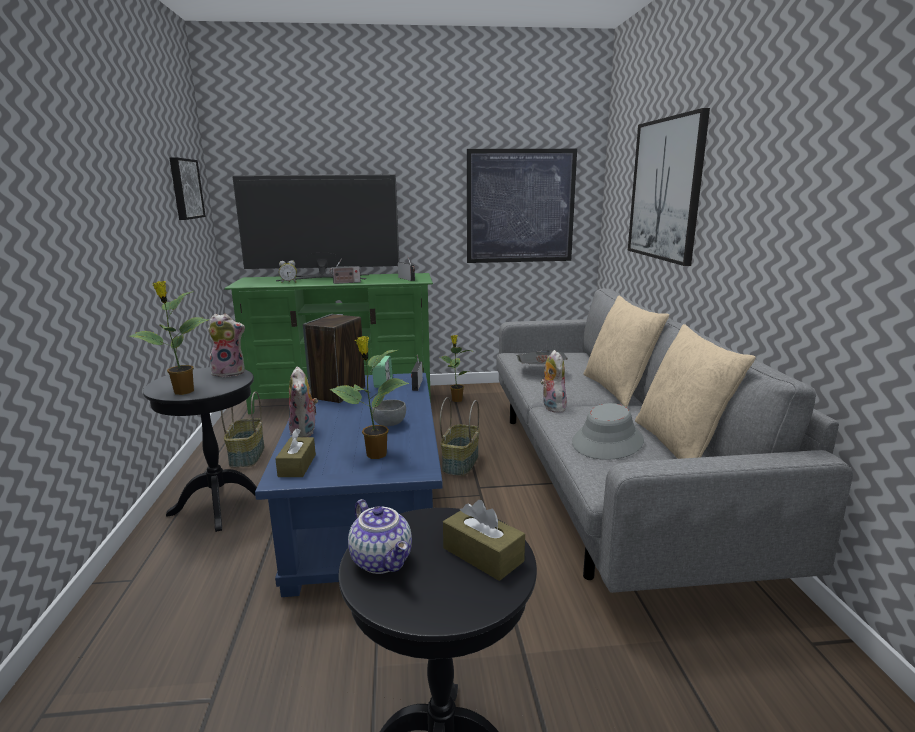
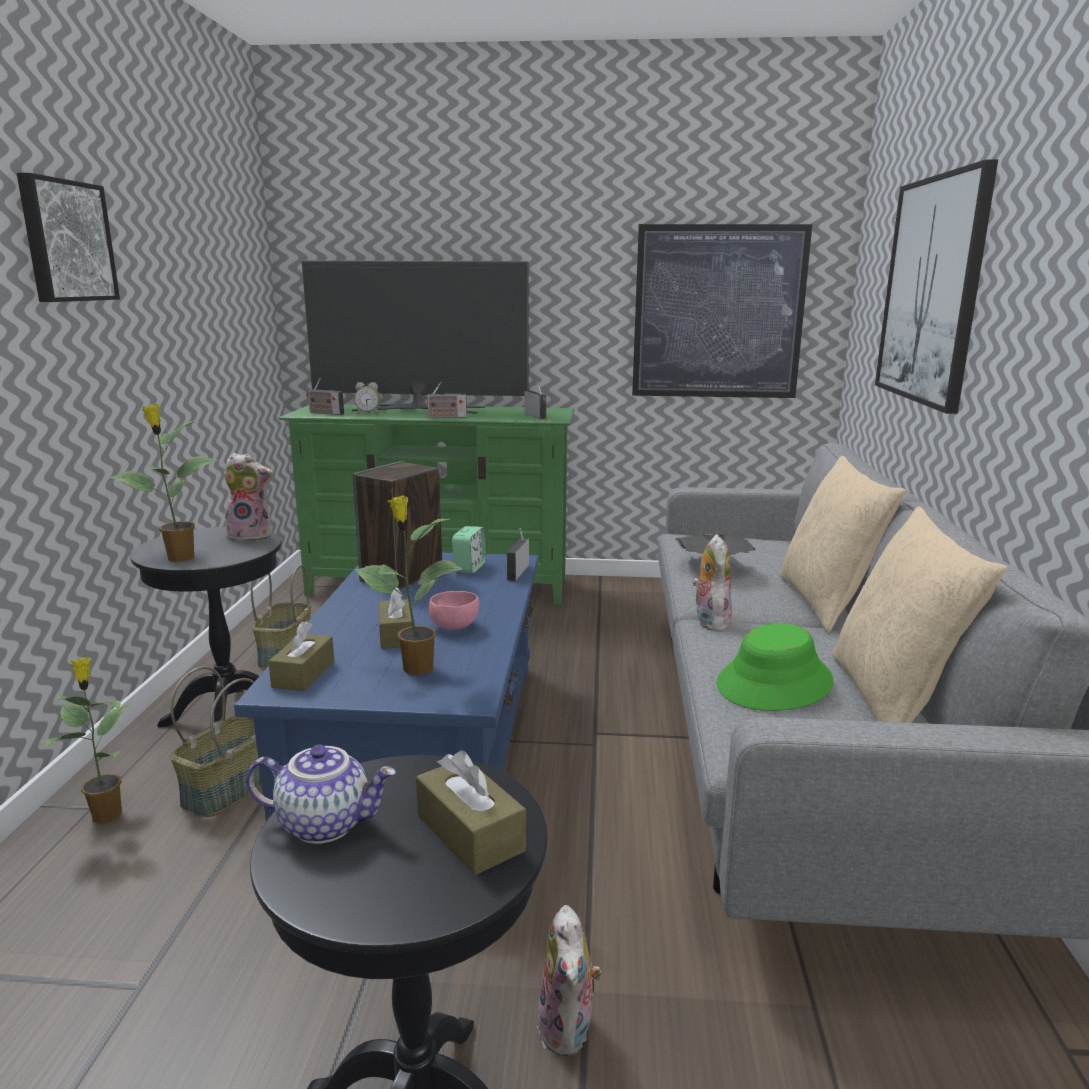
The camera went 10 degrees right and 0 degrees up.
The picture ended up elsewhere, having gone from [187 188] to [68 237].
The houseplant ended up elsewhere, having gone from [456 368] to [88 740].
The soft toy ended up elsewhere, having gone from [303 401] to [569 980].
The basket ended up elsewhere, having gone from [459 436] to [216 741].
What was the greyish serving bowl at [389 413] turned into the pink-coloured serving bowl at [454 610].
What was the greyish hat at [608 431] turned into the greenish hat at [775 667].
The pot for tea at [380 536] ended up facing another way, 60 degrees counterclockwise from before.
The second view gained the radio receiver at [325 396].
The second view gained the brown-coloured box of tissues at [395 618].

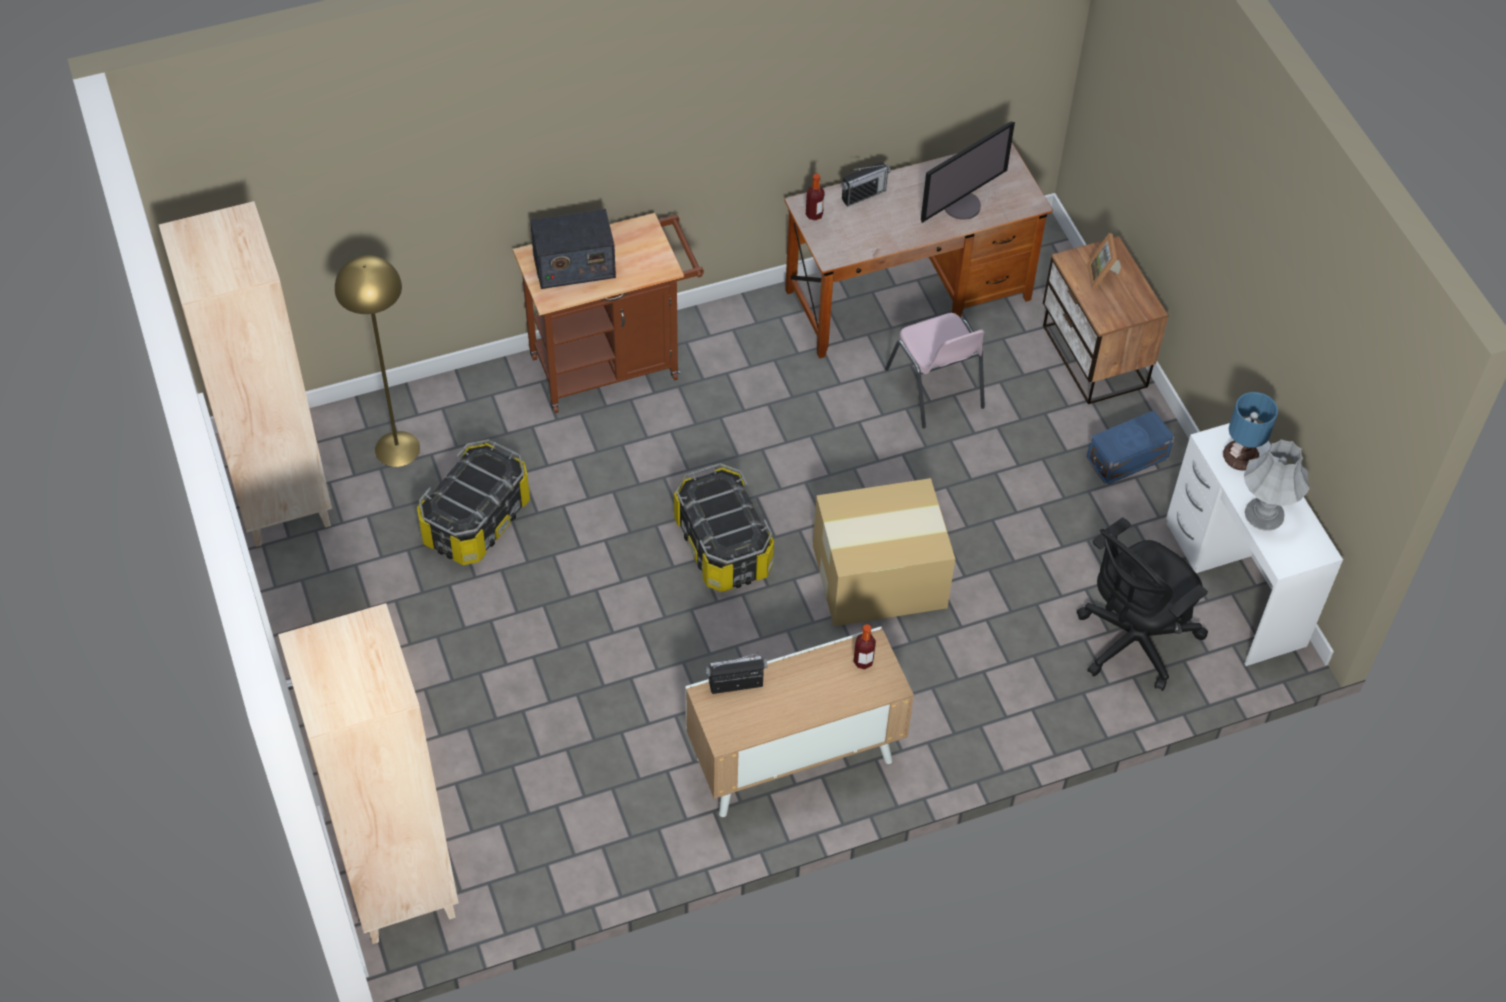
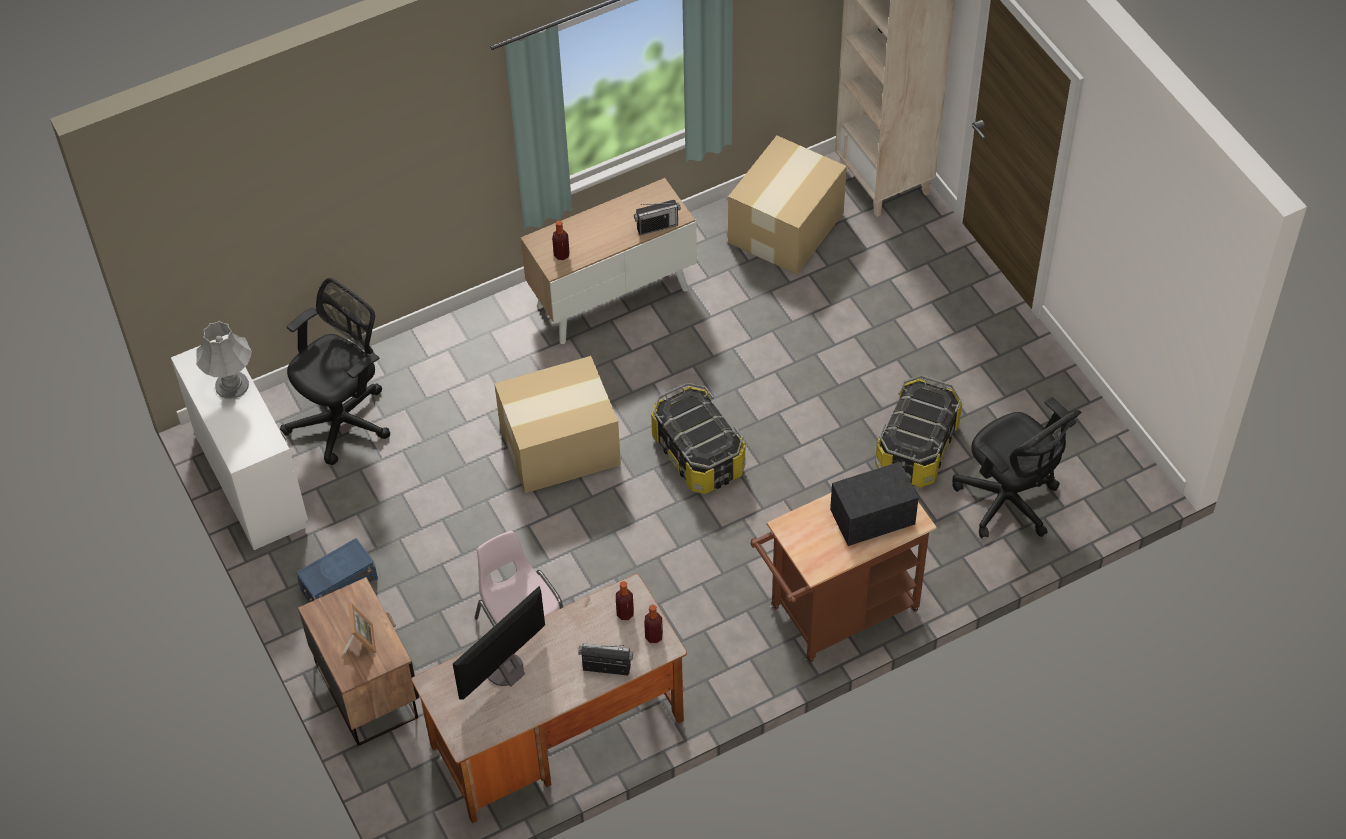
The camera went 175 degrees right and 0 degrees up.
The radio receiver at [866 184] ended up facing another way, 45 degrees clockwise from before.
The second view lost the beige-coloured bookcase at [245 374].
Where the yellow-coloured standing lamp stood at [377 361], the black computer chair came to stand at [1017 467].
The second view lost the lamp for a table at [1250 431].
The second view gained the cardboard box at [787 205].
The second view gained the drink bottle at [625 600].

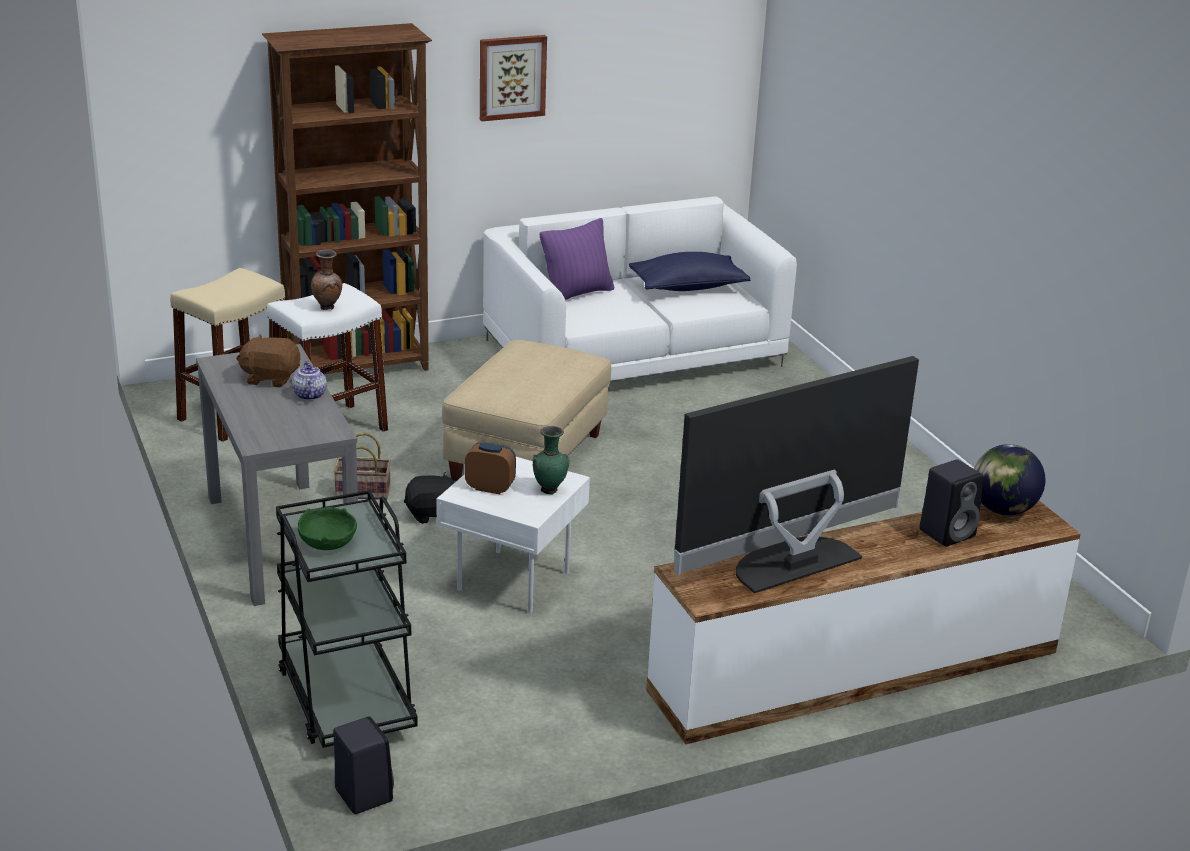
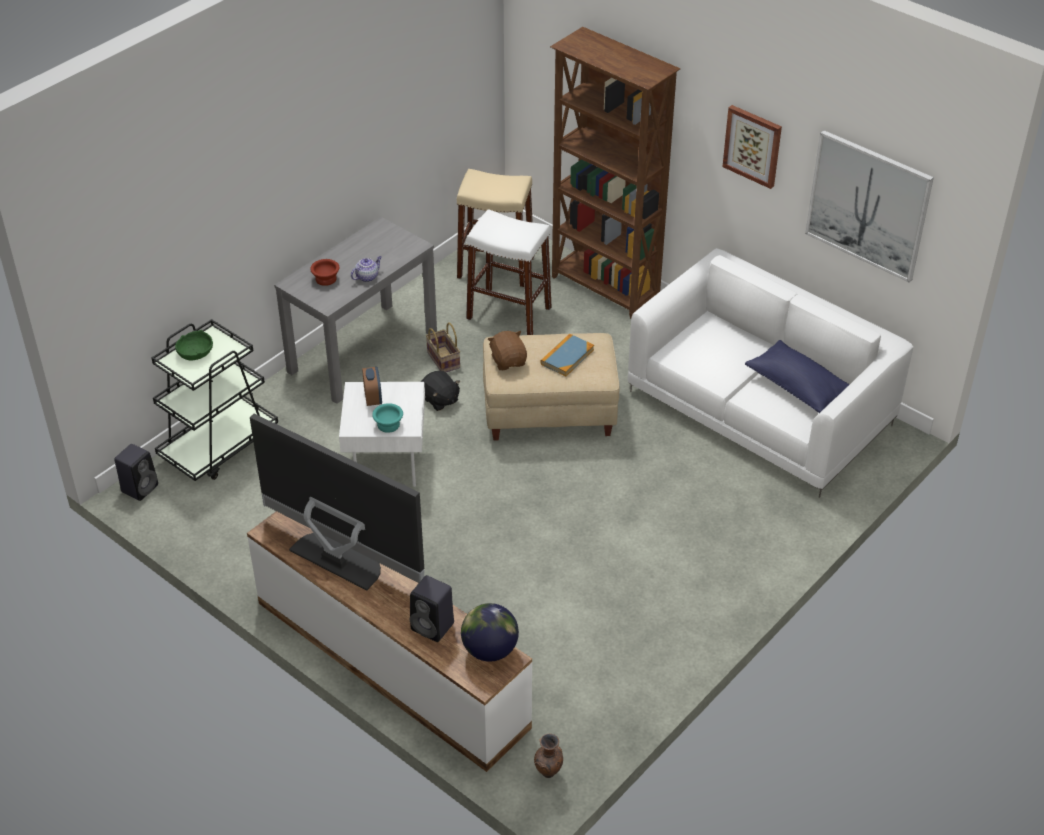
The camera went 65 degrees right and 15 degrees up.
The second view lost the purple-coloured throw pillow at [577 259].
The brown-coloured vase ended up elsewhere, having gone from [326 279] to [548 756].
The brown-coloured soft toy ended up elsewhere, having gone from [268 361] to [507 350].
Where the greenish vase stood at [551 460], the blue-green serving bowl came to stand at [387 418].
The second view gained the picture at [869 206].
The second view gained the brown-coloured serving bowl at [324 272].
The second view gained the volume at [567 355].

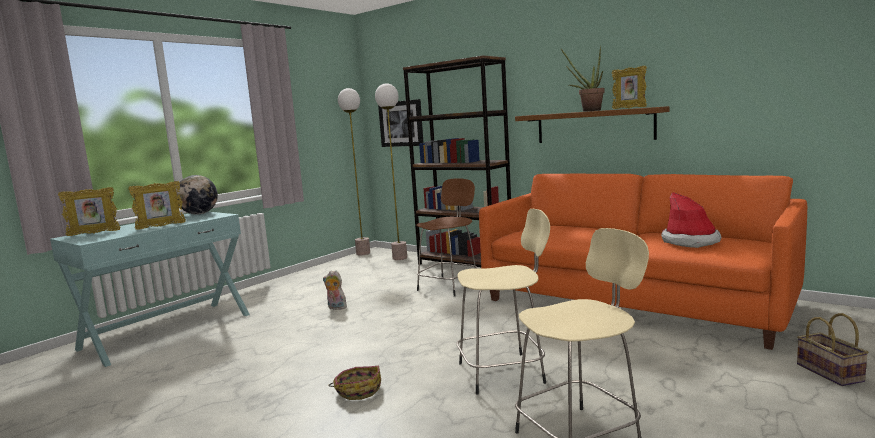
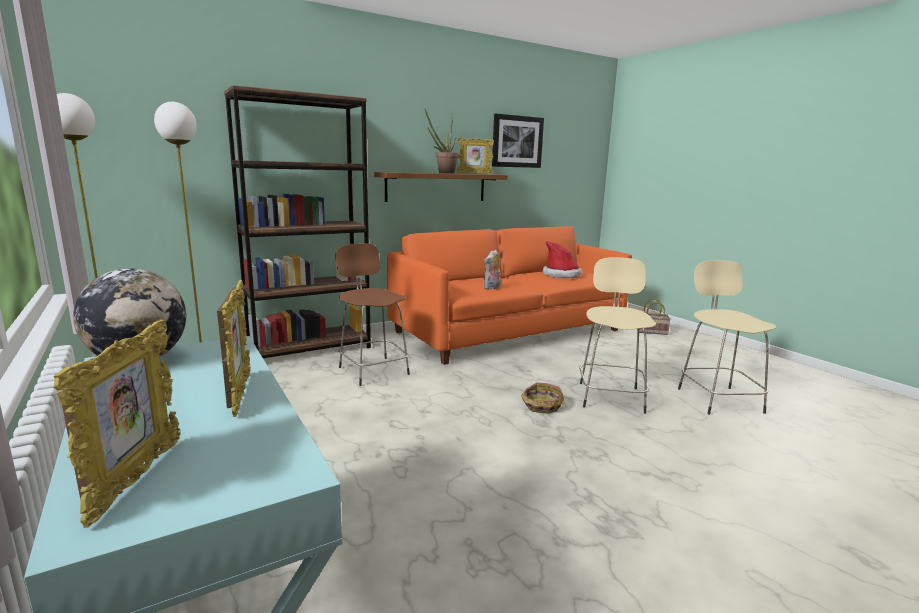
The camera went 70 degrees left and 5 degrees up.
The picture ended up elsewhere, having gone from [401 123] to [518 141].
The soft toy ended up elsewhere, having gone from [335 290] to [492 270].
The basket ended up elsewhere, having gone from [354 383] to [542 398].

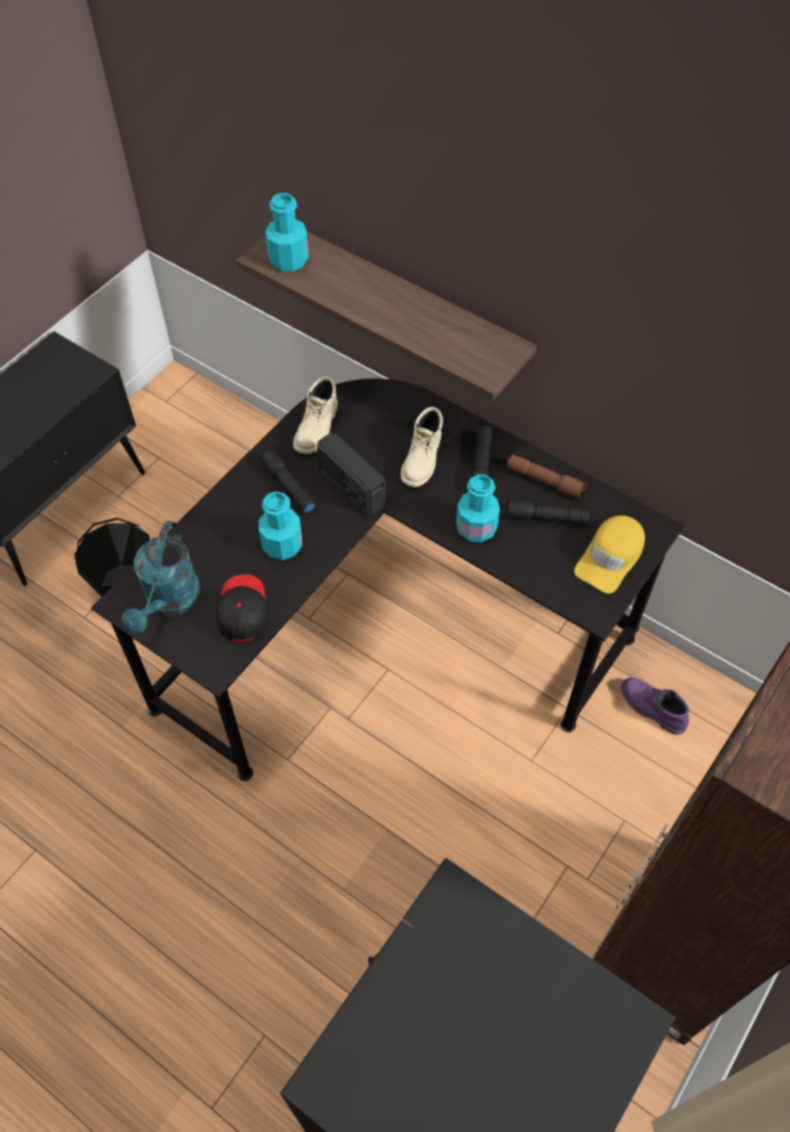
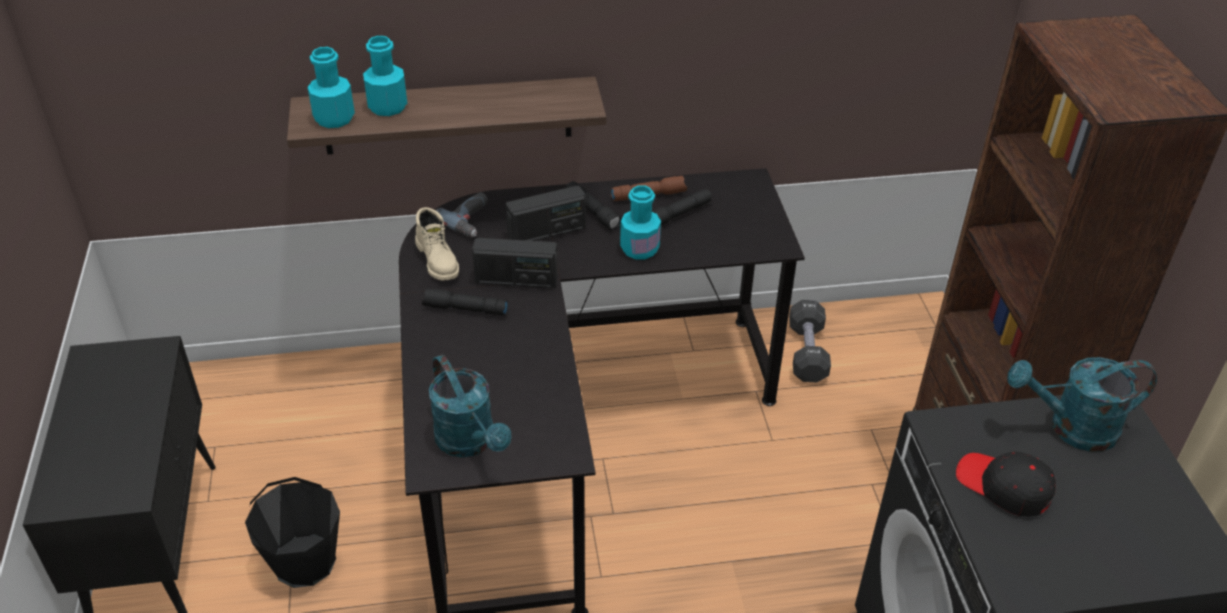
The camera went 45 degrees left and 15 degrees down.
Where the beige-coloured tall boot stood at [422 447], the radio receiver came to stand at [546 213].
The blue-green drink bottle ended up elsewhere, having gone from [280 525] to [385 76].
The second view lost the yellow-coloured peaked cap at [609 554].
The black peaked cap ended up elsewhere, having gone from [242 608] to [1006 484].
Where the purple-coloured tall boot stood at [655 706], the black hand weight came to stand at [810 341].
The second view gained the drill at [462 215].
The second view gained the blue-green sprinkling can at [1082 404].

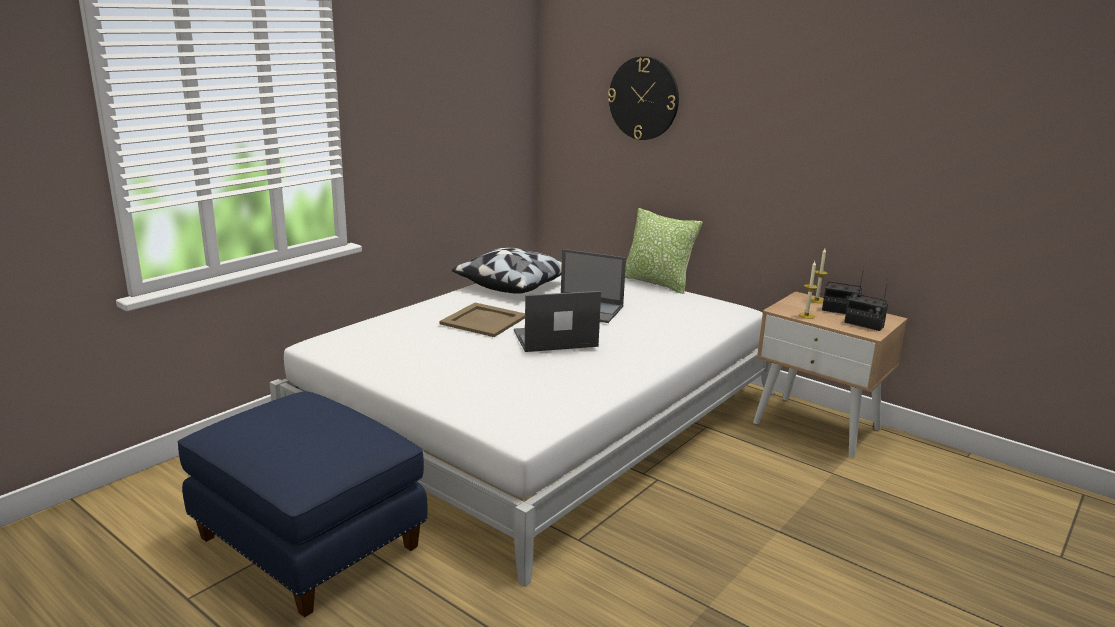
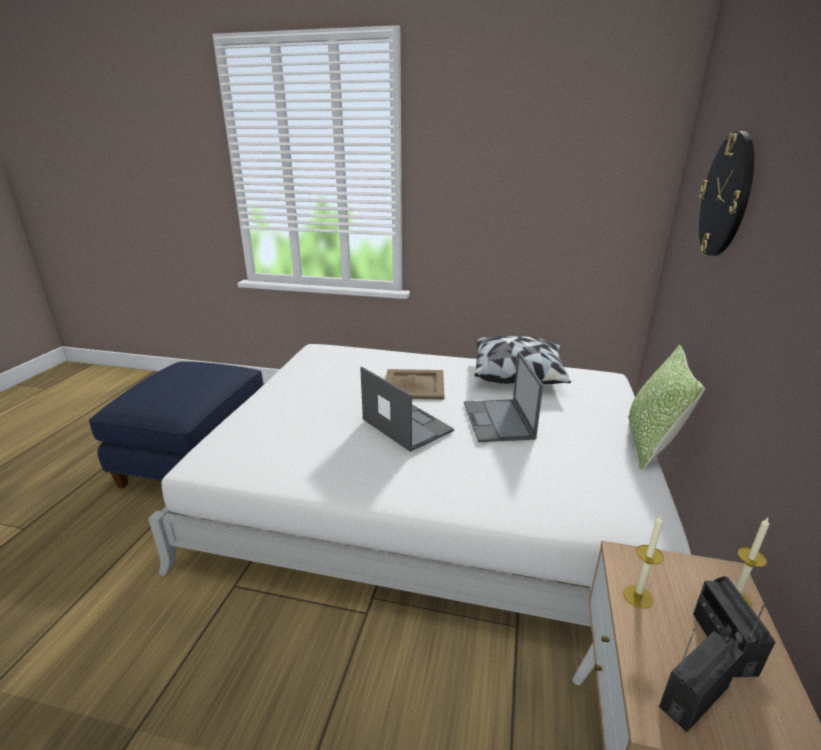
The camera went 65 degrees right and 5 degrees up.
The radio receiver at [866 305] ended up facing another way, 45 degrees clockwise from before.

